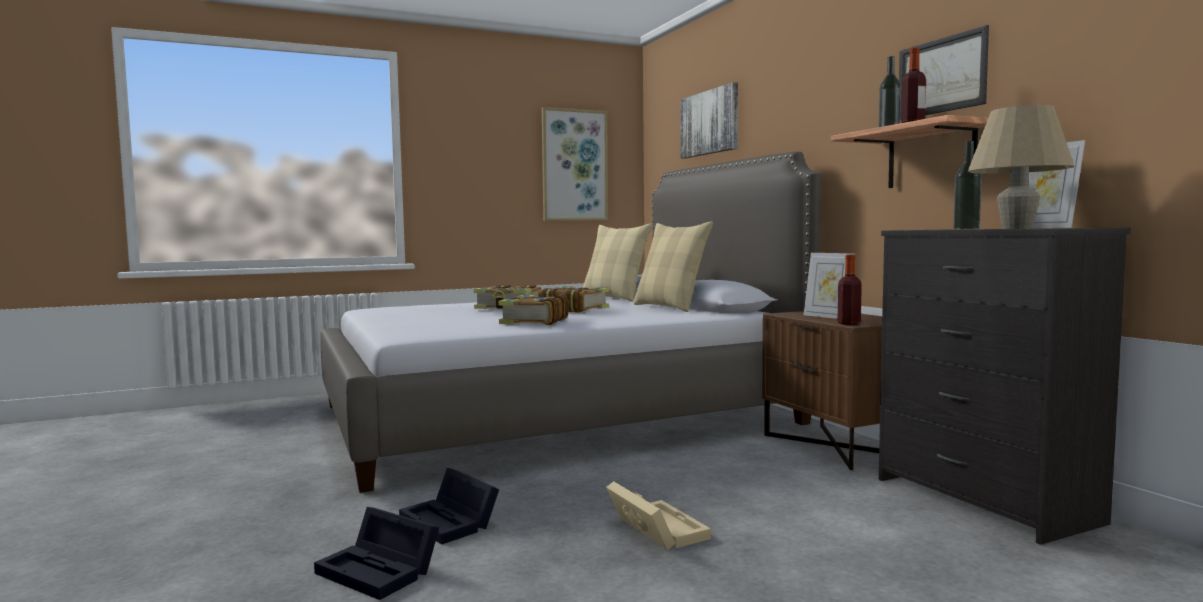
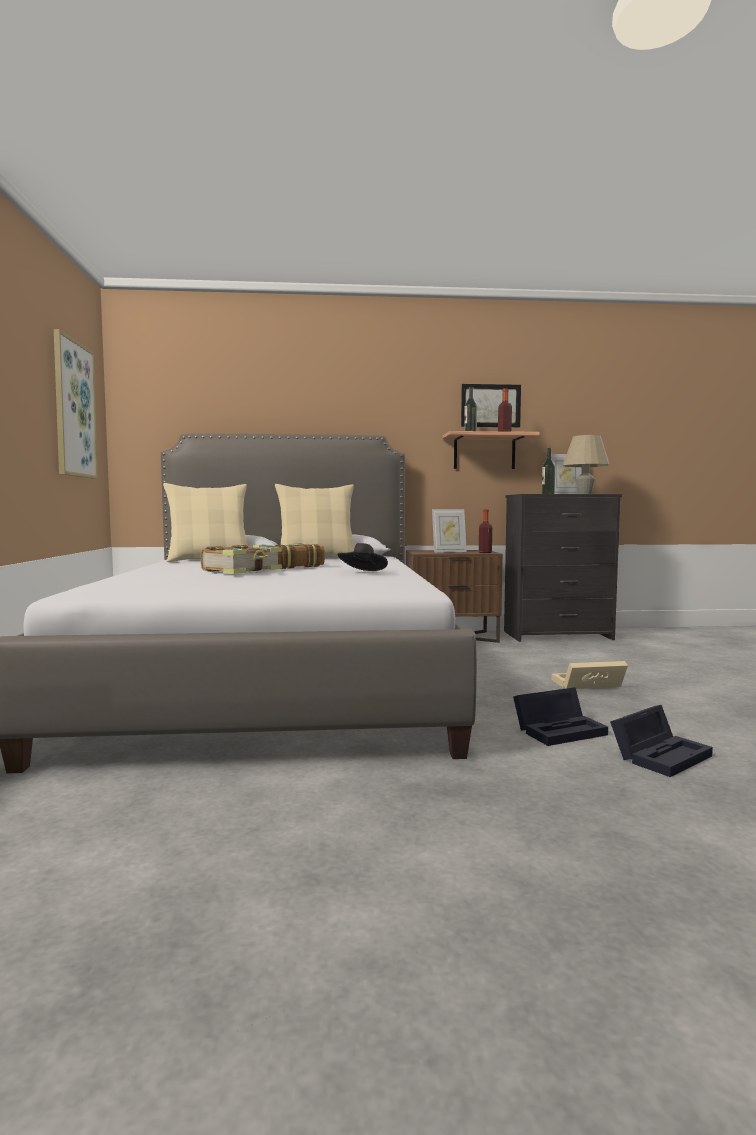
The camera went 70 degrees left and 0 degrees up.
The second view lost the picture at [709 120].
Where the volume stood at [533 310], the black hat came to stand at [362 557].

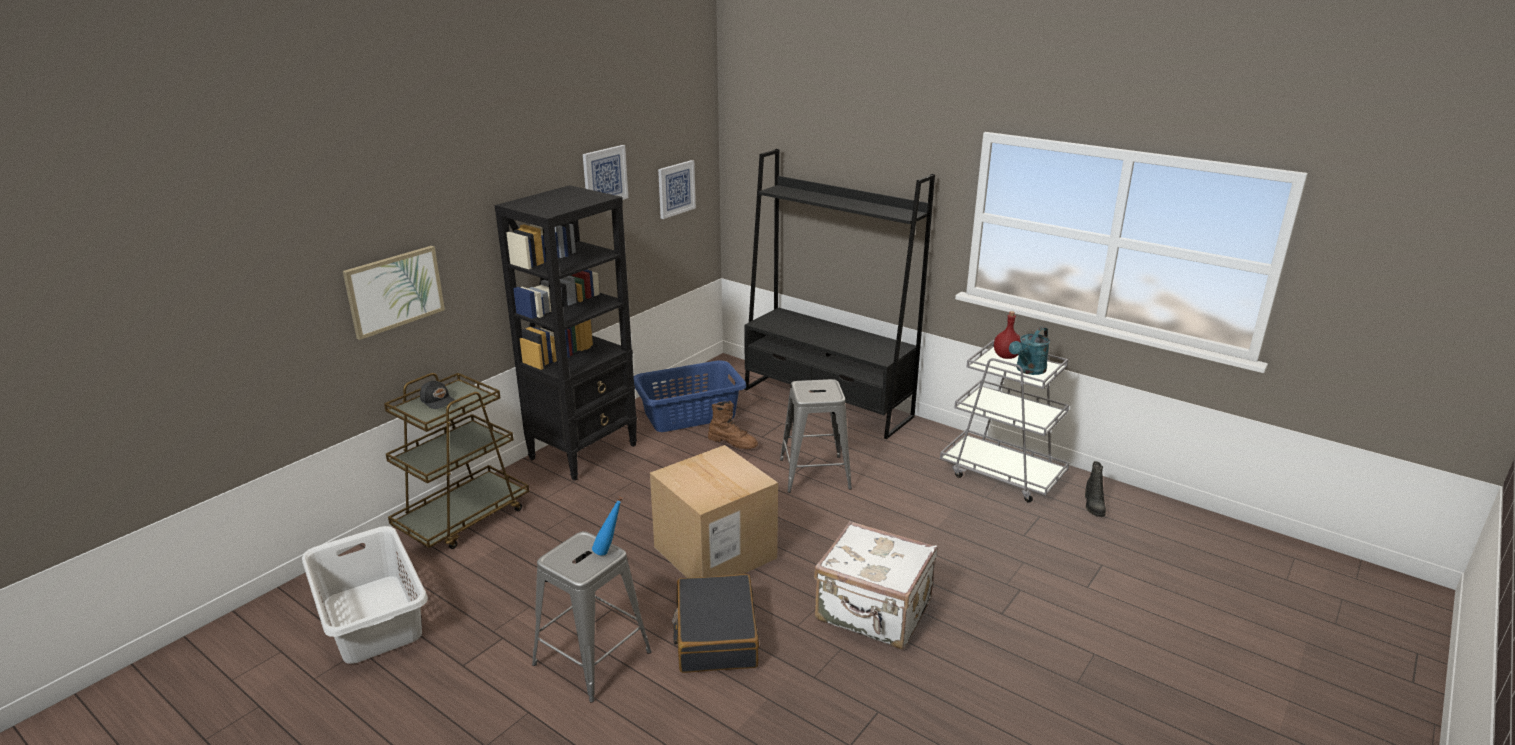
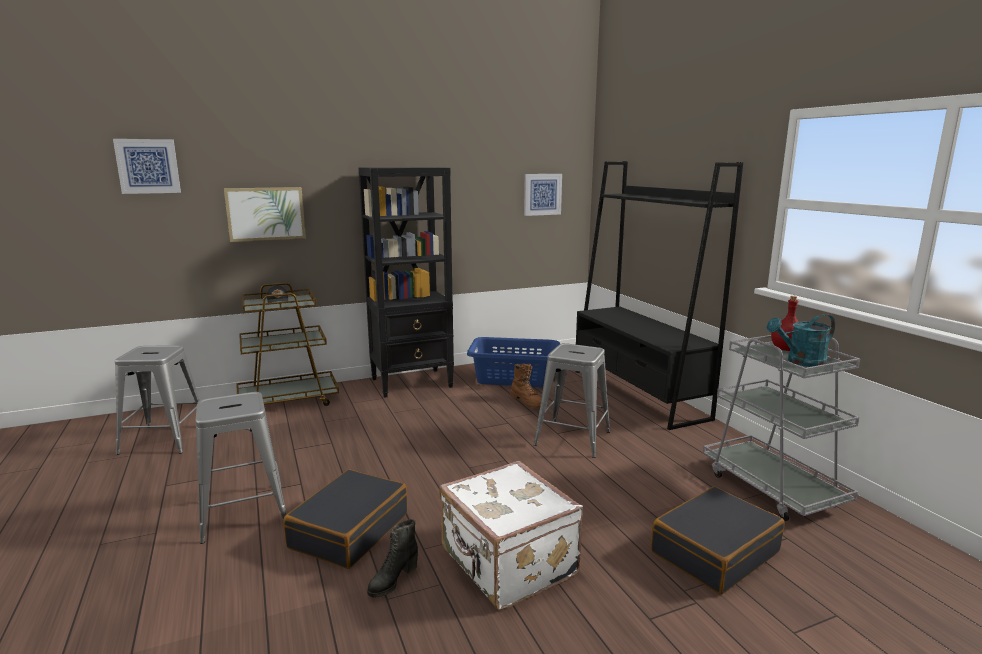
The camera went 30 degrees right and 10 degrees down.
The picture ended up elsewhere, having gone from [605 172] to [147 166].
The second view lost the cardboard box at [714 511].
The black tall boot ended up elsewhere, having gone from [1095 489] to [392 558].
The second view lost the bluish drink bottle at [607 525].
Where the greyish hamper stood at [365 595], the greyish sitting stool came to stand at [157 400].
The second view gained the black suitcase at [718 540].

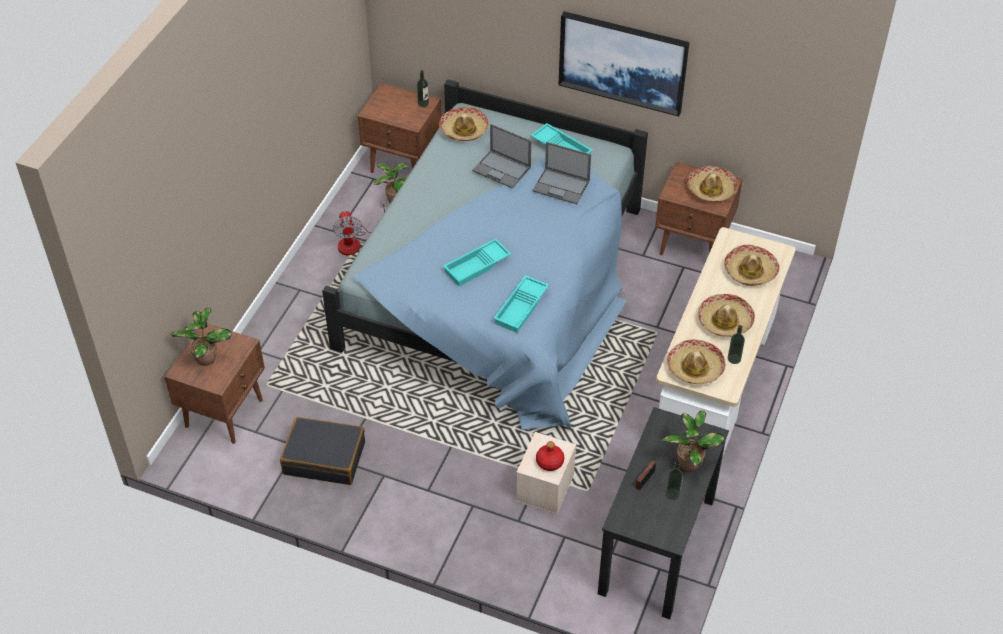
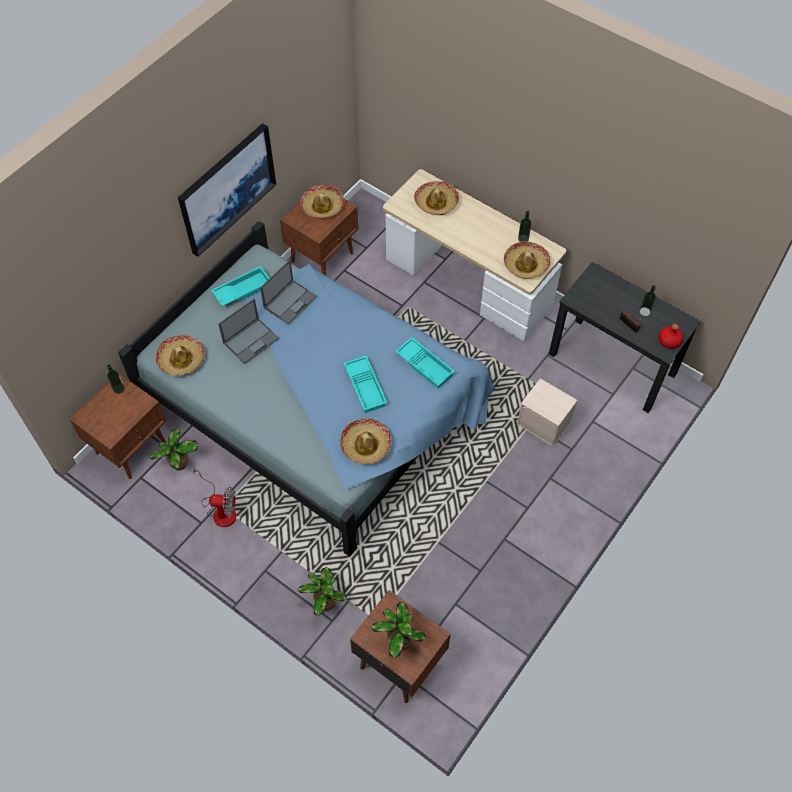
The camera went 75 degrees left and 10 degrees up.
The hat ended up elsewhere, having gone from [726 315] to [365 441].
The houseplant ended up elsewhere, having gone from [693 441] to [322 591].
The second view lost the black suitcase at [322 451].
The red drink bottle ended up elsewhere, having gone from [550 456] to [670 336].

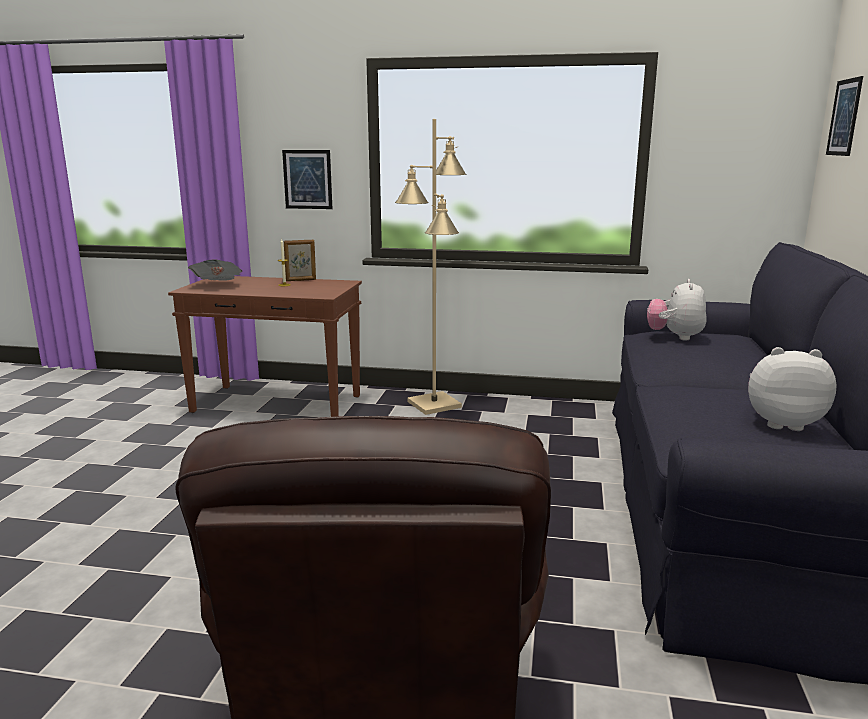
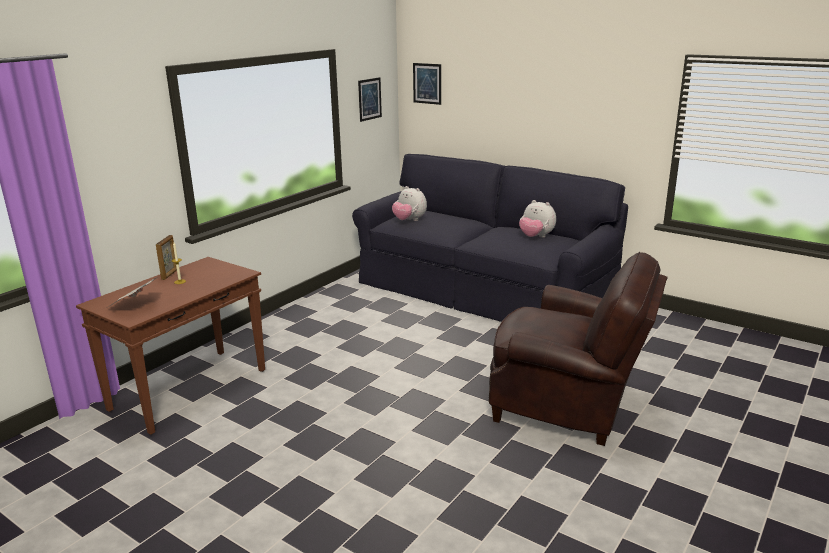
The camera went 65 degrees left and 5 degrees up.
The second view lost the beige-coloured standing lamp at [430 267].
The picture ended up elsewhere, having gone from [307 179] to [370 99].
The soft toy at [792 389] ended up facing another way, 90 degrees counterclockwise from before.

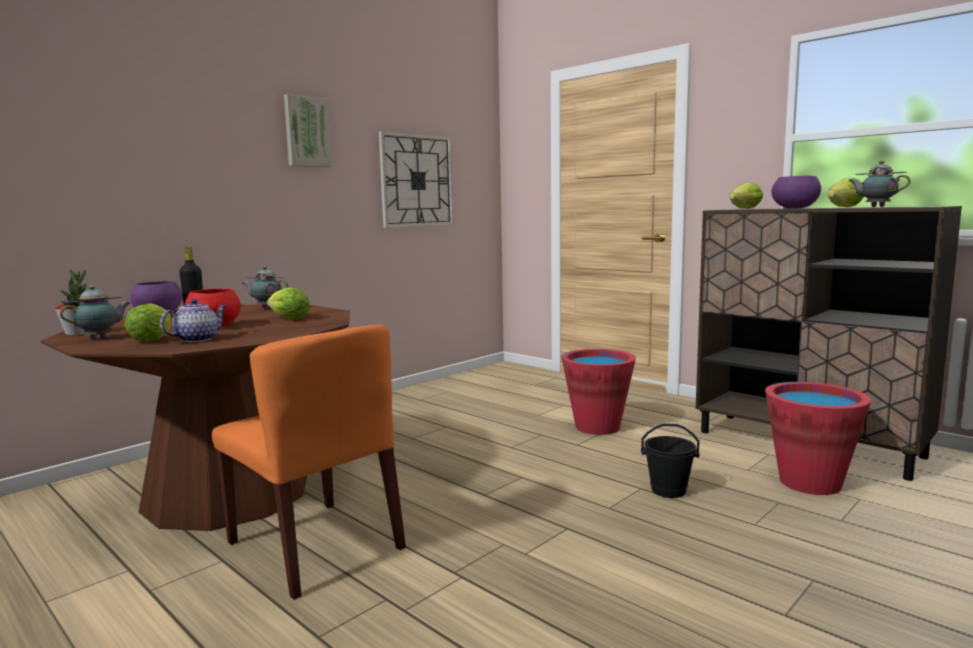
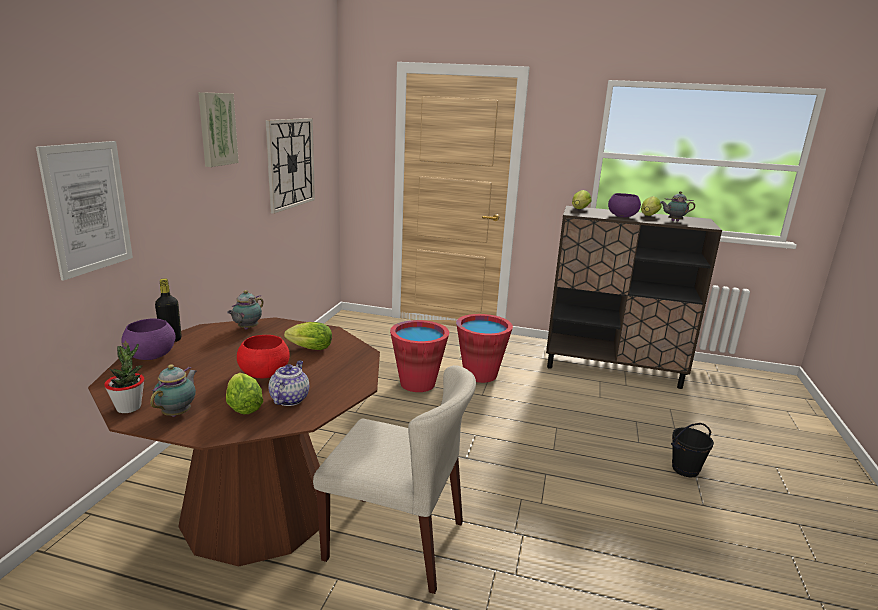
The camera went 30 degrees left and 10 degrees up.
The pot for tea at [265 287] ended up facing another way, 45 degrees counterclockwise from before.
What was the orange-coloured plain chair at [309 462] turned into the beige-coloured plain chair at [394 479].
The red bucket ended up elsewhere, having gone from [818 438] to [419 356].
The black bucket ended up elsewhere, having gone from [670 461] to [692 450].
The second view gained the picture at [84 211].

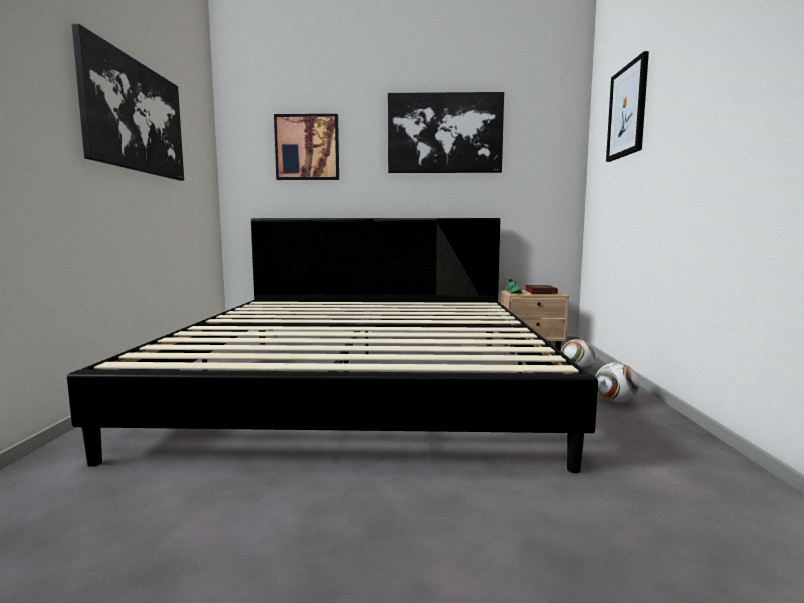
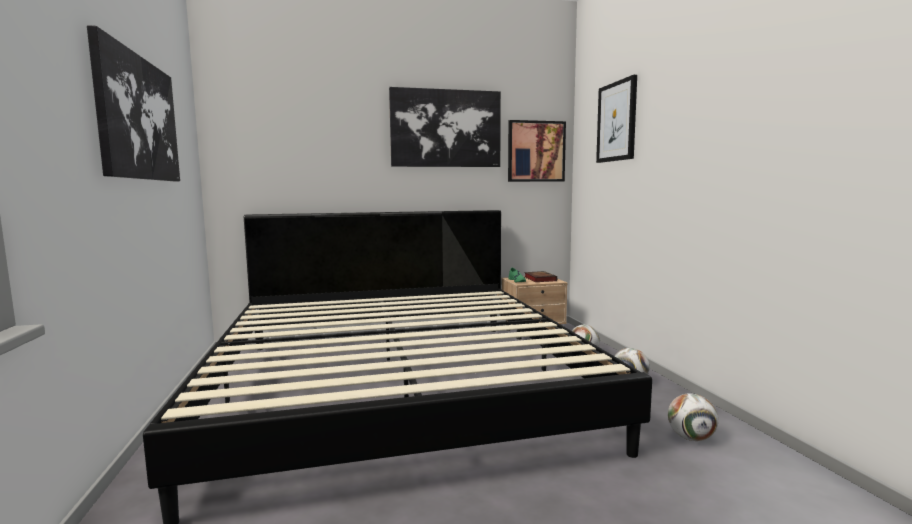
The camera went 15 degrees left and 0 degrees up.
The picture ended up elsewhere, having gone from [306 147] to [537 151].
The second view gained the football at [693 417].

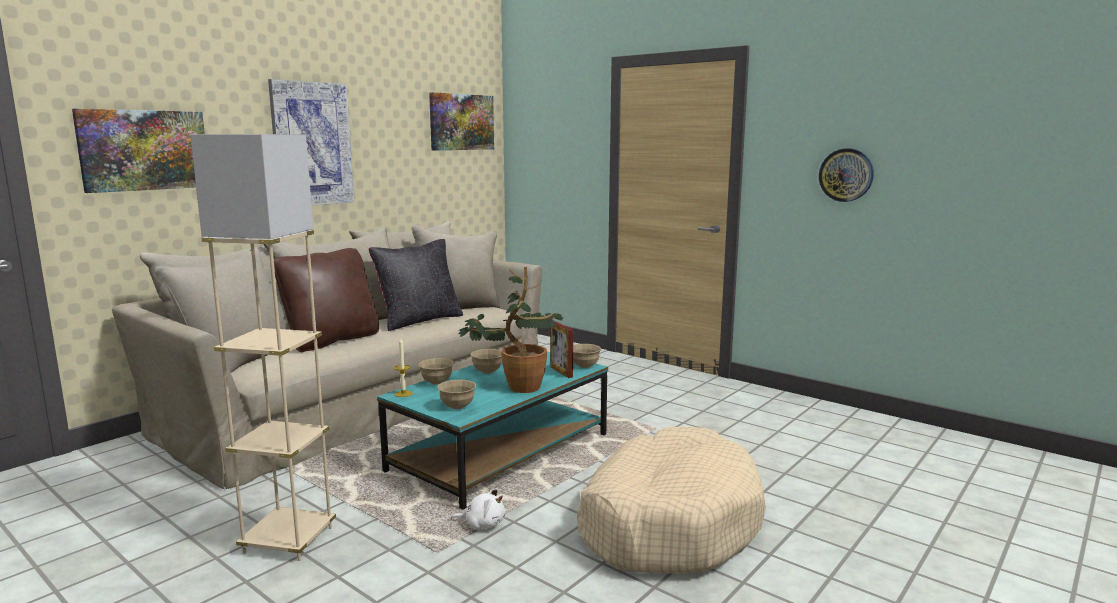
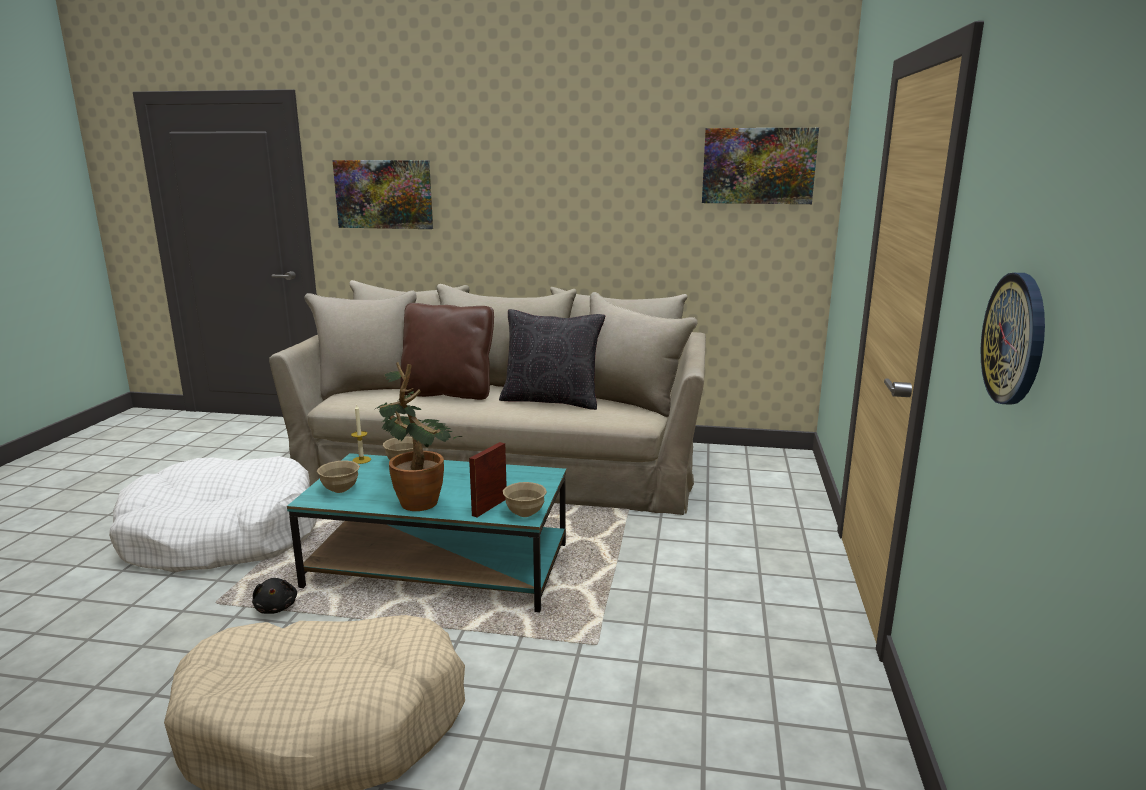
The camera went 60 degrees right and 5 degrees up.
The second view lost the picture at [311 142].
Where the beige-coloured standing lamp stood at [263 347], the white dog cushion came to stand at [213 514].
The second view lost the beige-coloured serving bowl at [486 361].
What was the white soft toy at [478 508] turned into the black soft toy at [274 596].

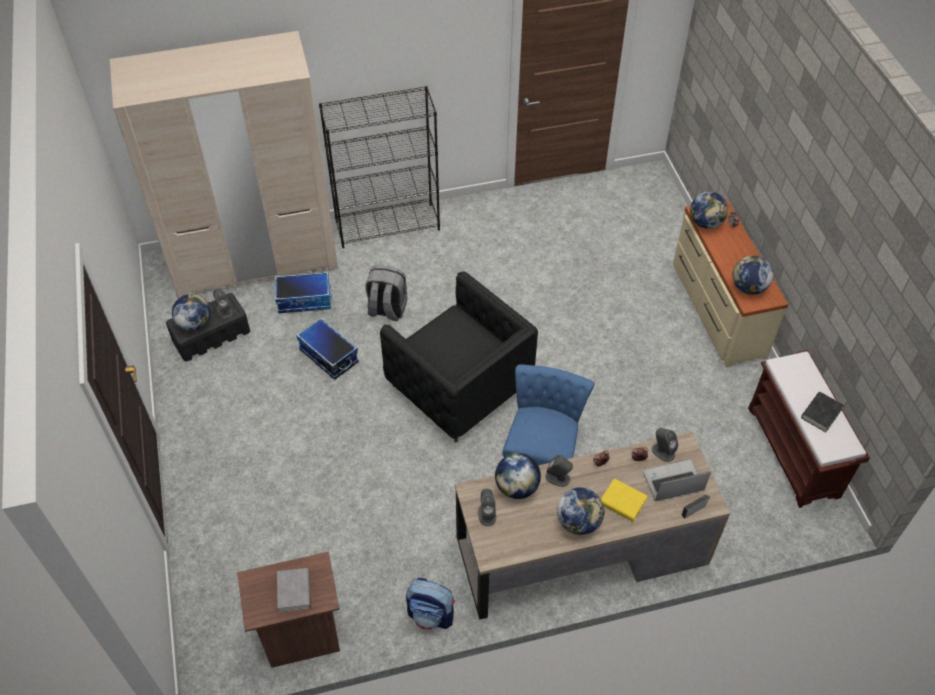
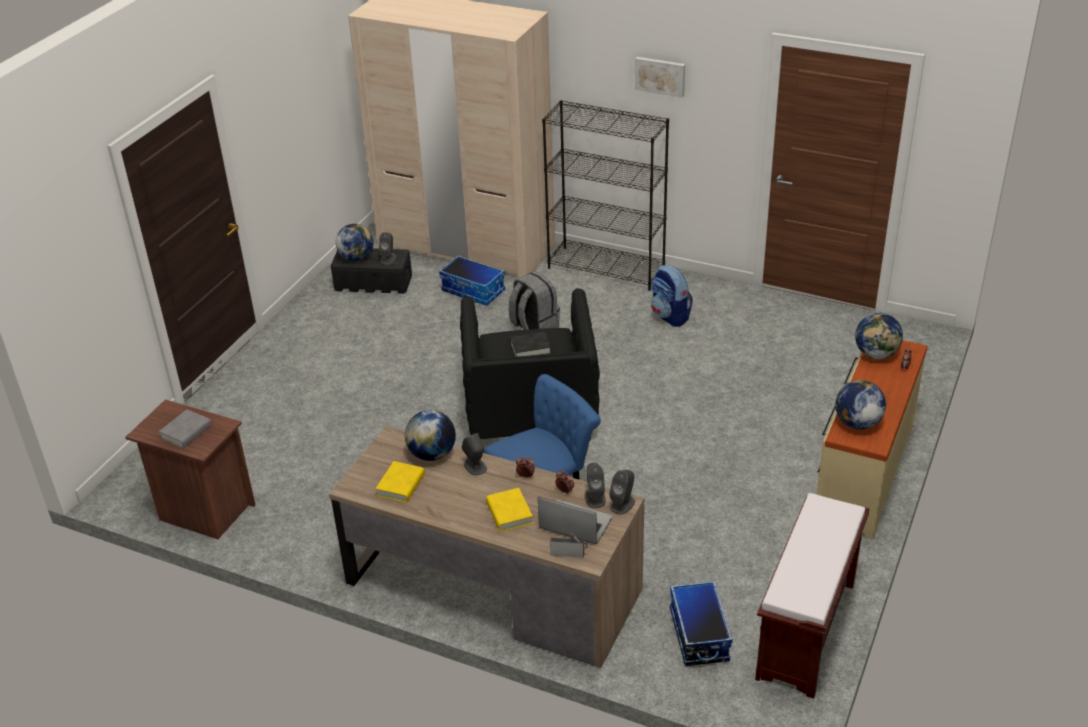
The camera went 40 degrees right and 15 degrees down.
The storage container ended up elsewhere, having gone from [327 349] to [701 623].
The black volume ended up elsewhere, having gone from [822 412] to [530 344].
The second view lost the desk globe at [581 511].
The greyish speaker ended up elsewhere, having gone from [487 507] to [622 492].
The backpack ended up elsewhere, having gone from [430 604] to [672 296].
The second view gained the picture at [660 77].
The second view gained the yellow-coloured volume at [400 482].

